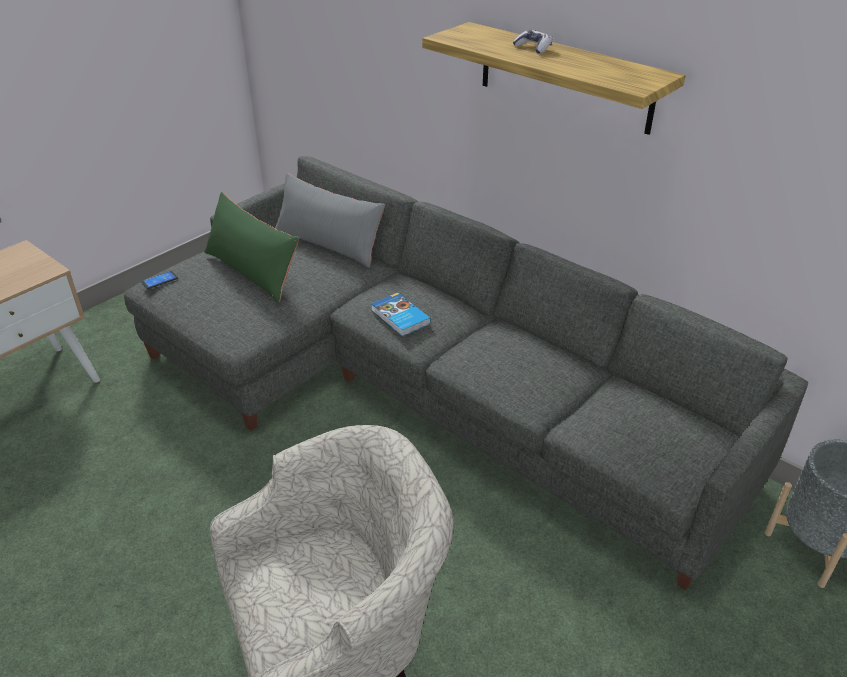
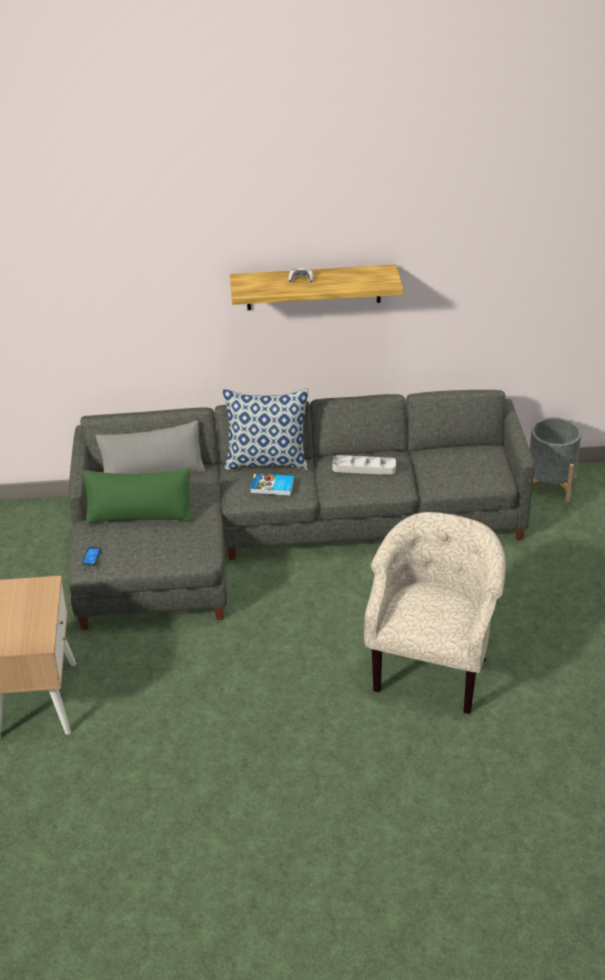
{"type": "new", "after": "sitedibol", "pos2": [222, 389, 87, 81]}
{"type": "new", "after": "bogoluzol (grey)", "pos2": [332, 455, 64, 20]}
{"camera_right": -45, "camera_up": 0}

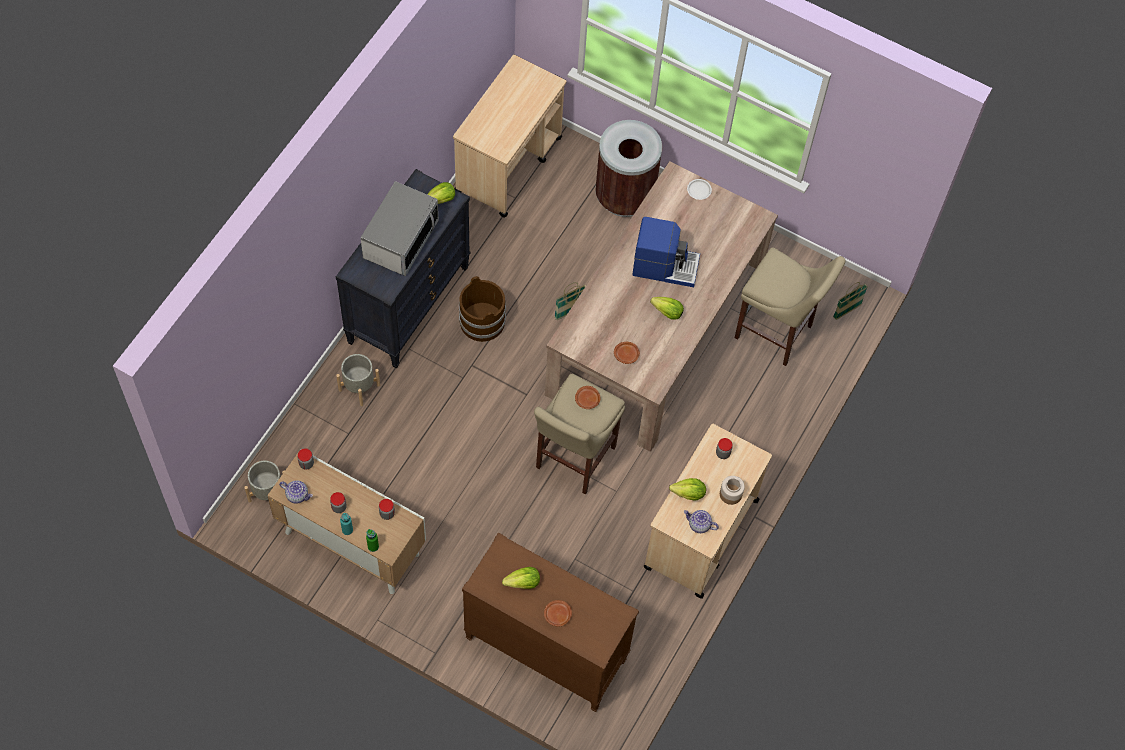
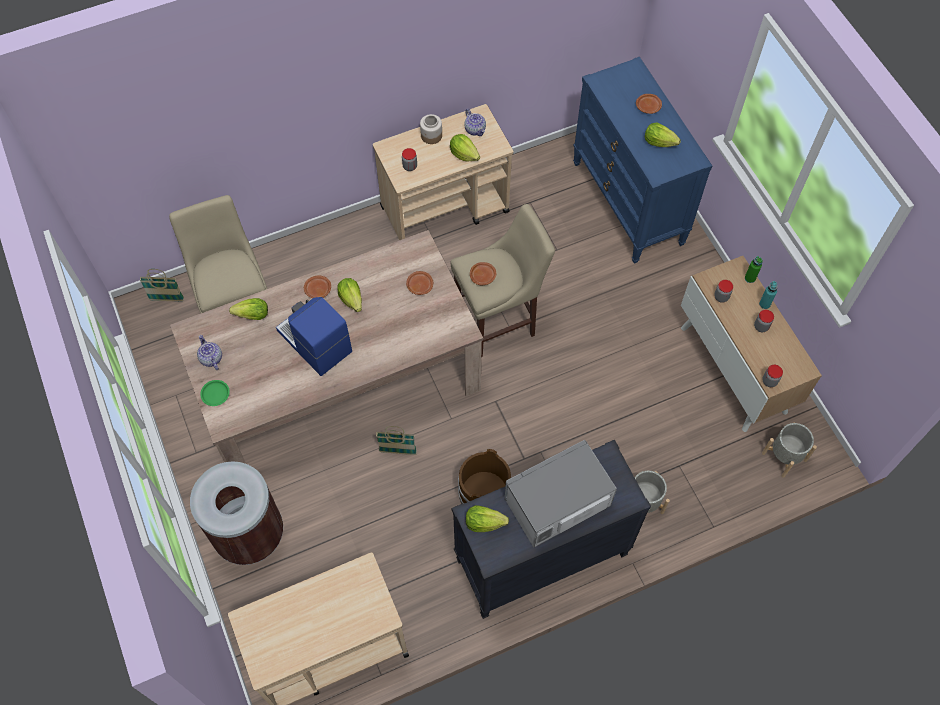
{"type": "shifted", "before": "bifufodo", "pos1": [279, 480, 34, 24], "pos2": [197, 335, 25, 35]}
{"type": "repainted", "before": "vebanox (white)", "after": "vebanox (green)", "pos1": [687, 179, 25, 21], "pos2": [200, 380, 30, 26]}
{"type": "new", "after": "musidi", "pos2": [229, 298, 39, 22]}
{"type": "new", "after": "vebanox (brown)", "pos2": [304, 276, 27, 22]}
{"type": "repainted", "before": "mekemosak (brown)", "after": "mekemosak (blue)", "pos1": [462, 533, 177, 179], "pos2": [573, 57, 139, 207]}
{"camera_right": -140, "camera_up": 0}

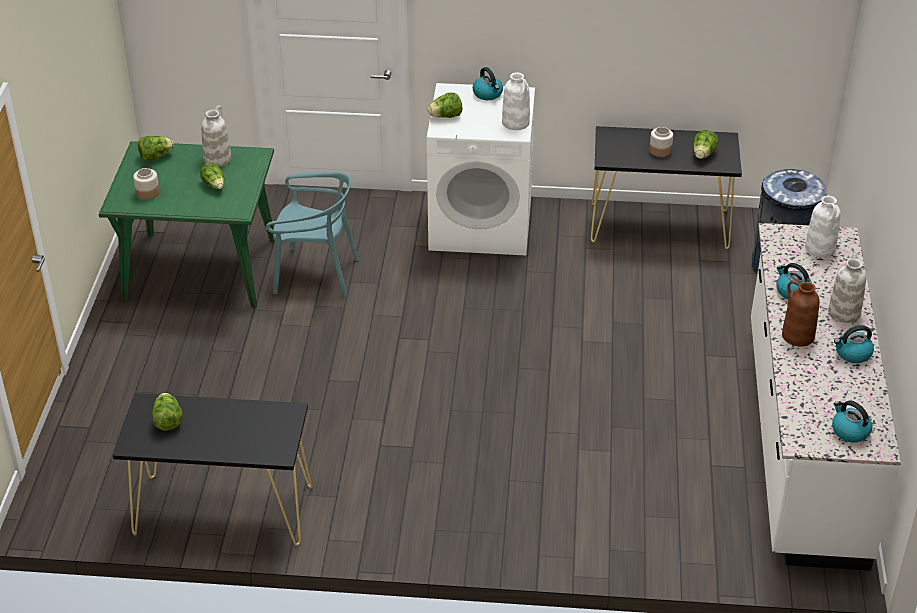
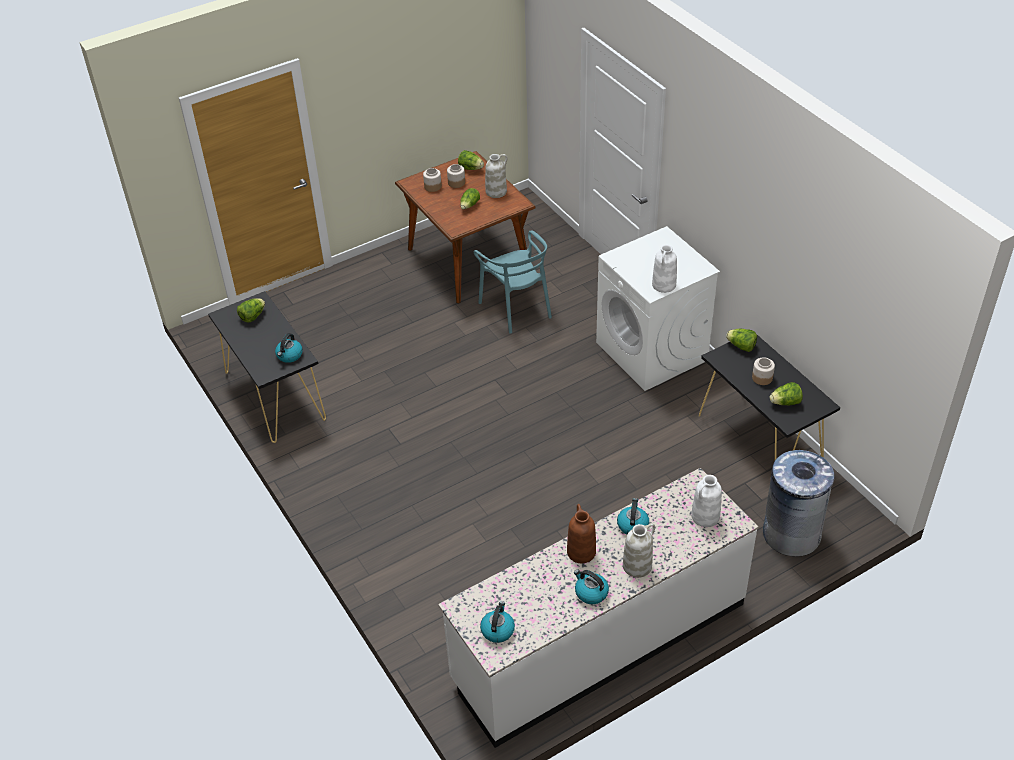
{"type": "shifted", "before": "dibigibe", "pos1": [473, 67, 30, 33], "pos2": [275, 333, 28, 30]}
{"type": "repainted", "before": "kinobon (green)", "after": "kinobon (brown)", "pos1": [99, 141, 176, 167], "pos2": [395, 151, 140, 152]}
{"type": "new", "after": "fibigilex", "pos2": [447, 164, 18, 24]}
{"type": "shifted", "before": "musidi", "pos1": [427, 93, 36, 25], "pos2": [726, 329, 31, 23]}
{"camera_right": 55, "camera_up": 5}

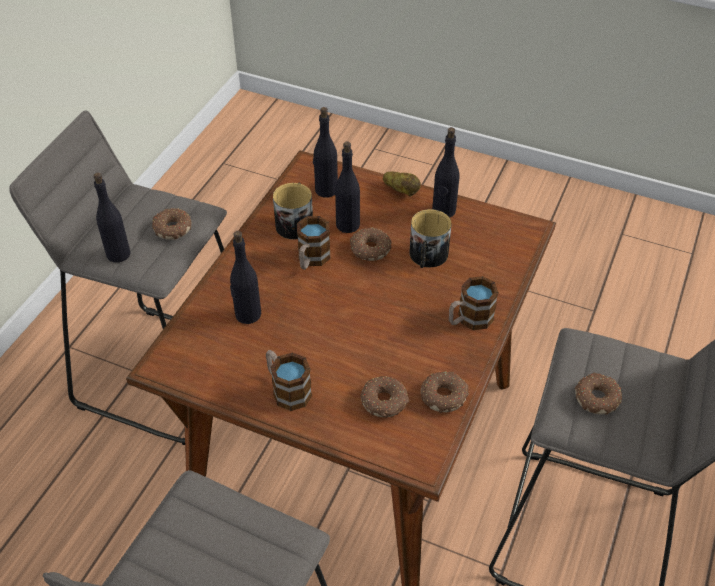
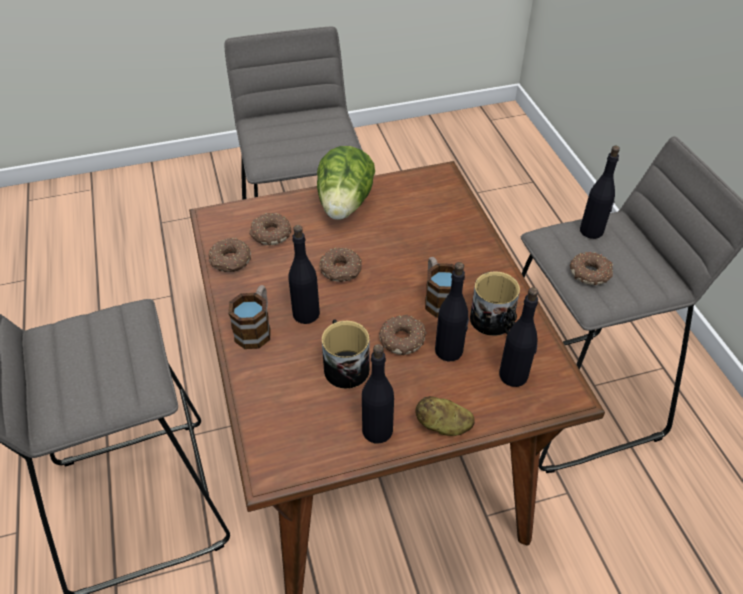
{"type": "shifted", "before": "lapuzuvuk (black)", "pos1": [230, 231, 31, 93], "pos2": [288, 225, 32, 99]}
{"type": "swapped", "before": "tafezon", "after": "musidi", "pos1": [266, 350, 46, 61], "pos2": [317, 146, 58, 74]}
{"type": "shifted", "before": "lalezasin", "pos1": [575, 373, 47, 42], "pos2": [319, 248, 43, 34]}
{"camera_right": 140, "camera_up": 0}

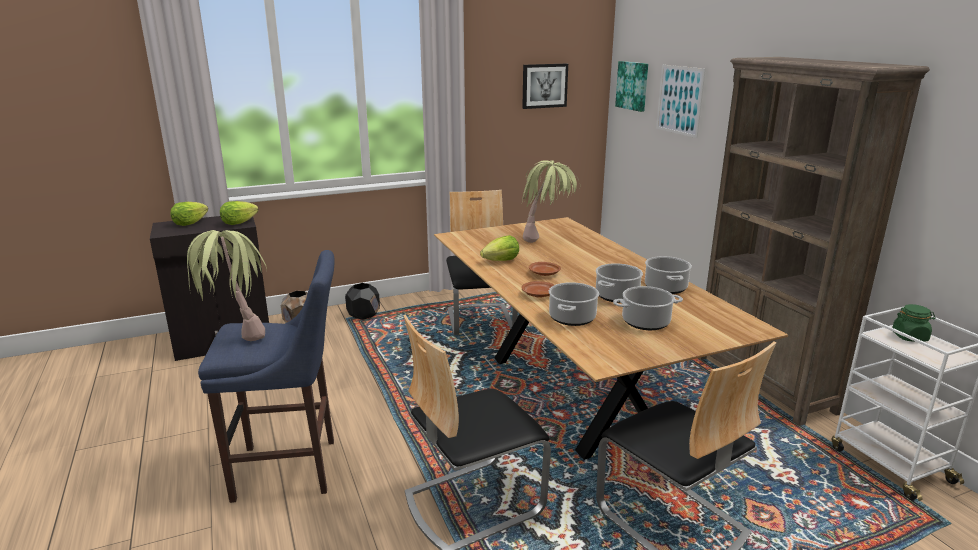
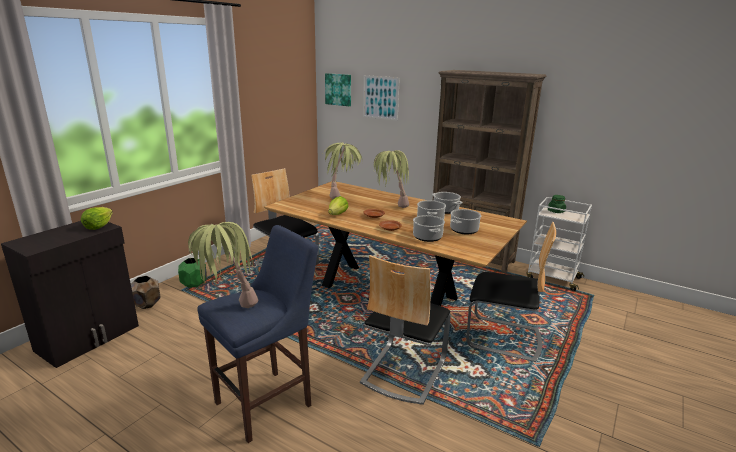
{"type": "repainted", "before": "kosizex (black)", "after": "kosizex (green)", "pos1": [345, 283, 35, 37], "pos2": [178, 258, 29, 30]}
{"type": "new", "after": "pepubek", "pos2": [373, 150, 36, 58]}
{"type": "gone", "before": "musidi", "pos1": [170, 202, 38, 24]}
{"type": "gone", "before": "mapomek", "pos1": [522, 64, 46, 45]}
{"camera_right": -35, "camera_up": 0}

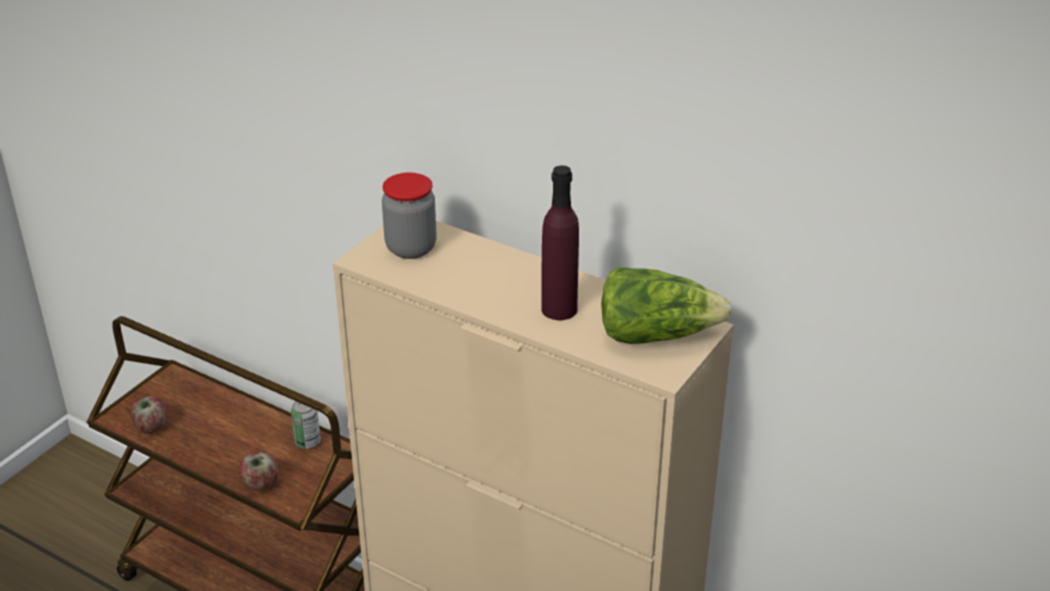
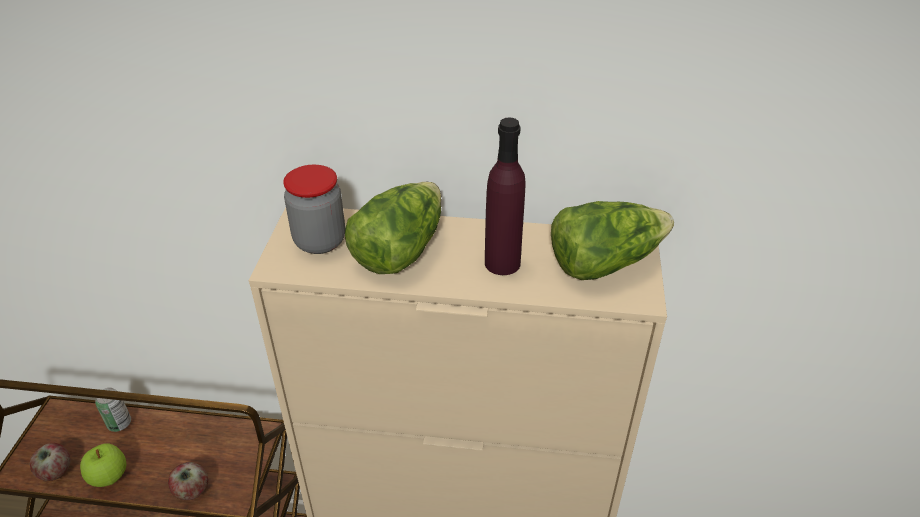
{"type": "new", "after": "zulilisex", "pos2": [80, 443, 47, 44]}
{"type": "shifted", "before": "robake", "pos1": [291, 401, 30, 48], "pos2": [95, 388, 36, 44]}
{"type": "new", "after": "musidi", "pos2": [345, 182, 96, 92]}
{"camera_right": -25, "camera_up": 5}

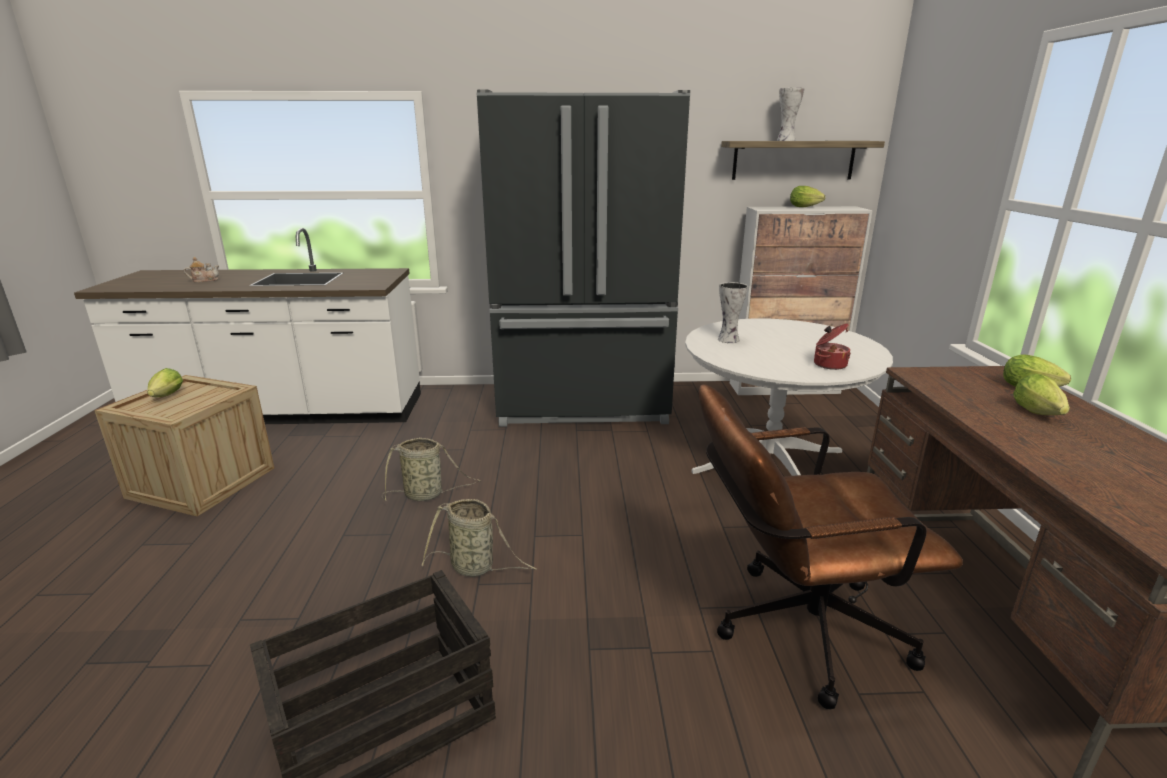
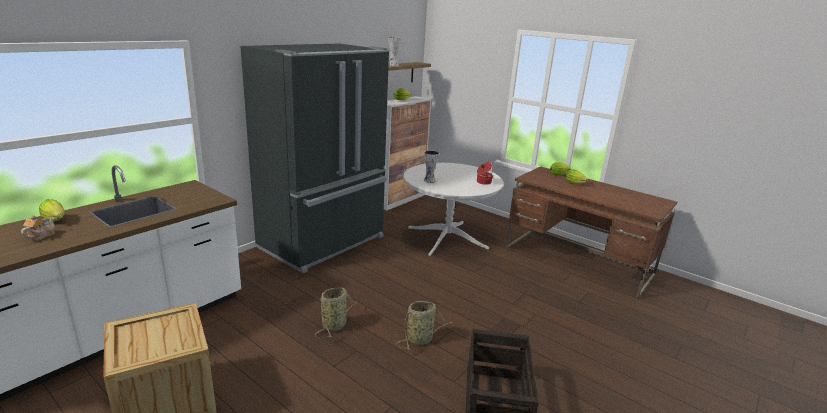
{"type": "shifted", "before": "musidi", "pos1": [147, 368, 36, 29], "pos2": [39, 199, 25, 22]}
{"type": "gone", "before": "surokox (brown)", "pos1": [698, 384, 265, 325]}
{"camera_right": -50, "camera_up": 0}

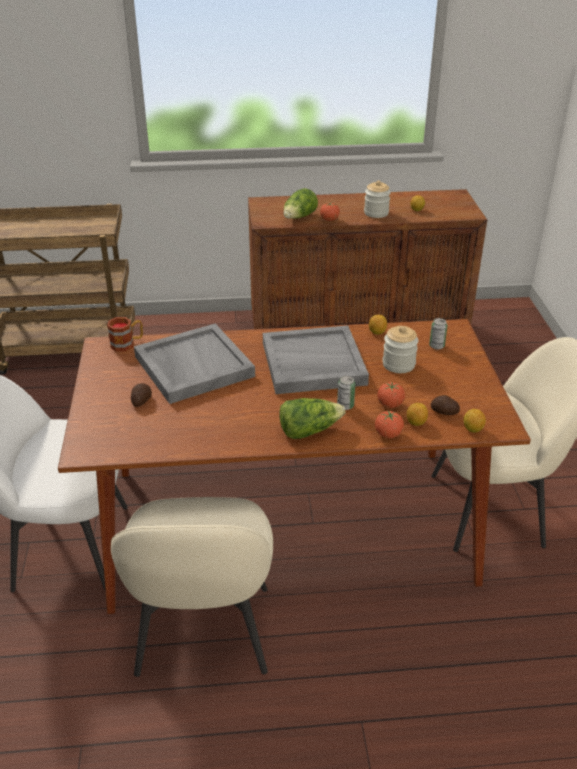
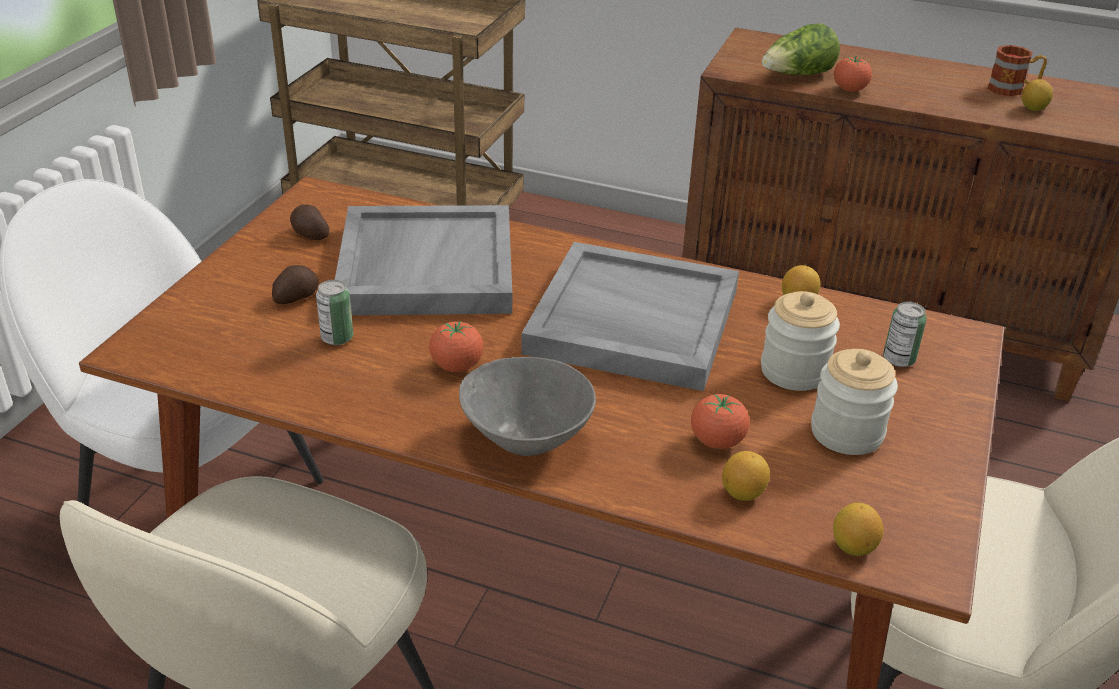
{"type": "shifted", "before": "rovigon", "pos1": [431, 395, 29, 20], "pos2": [290, 204, 39, 36]}
{"type": "shifted", "before": "robake", "pos1": [337, 376, 18, 34], "pos2": [316, 280, 37, 65]}
{"type": "shifted", "before": "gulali", "pos1": [375, 411, 29, 27], "pos2": [429, 321, 54, 51]}
{"type": "swapped", "before": "musidi", "after": "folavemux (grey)", "pos1": [279, 398, 67, 41], "pos2": [459, 357, 137, 99]}
{"type": "shifted", "before": "fibigilex", "pos1": [364, 181, 27, 37], "pos2": [811, 349, 87, 106]}
{"type": "shifted", "before": "tafezon", "pos1": [107, 317, 36, 35], "pos2": [987, 45, 60, 51]}
{"camera_right": 25, "camera_up": 0}

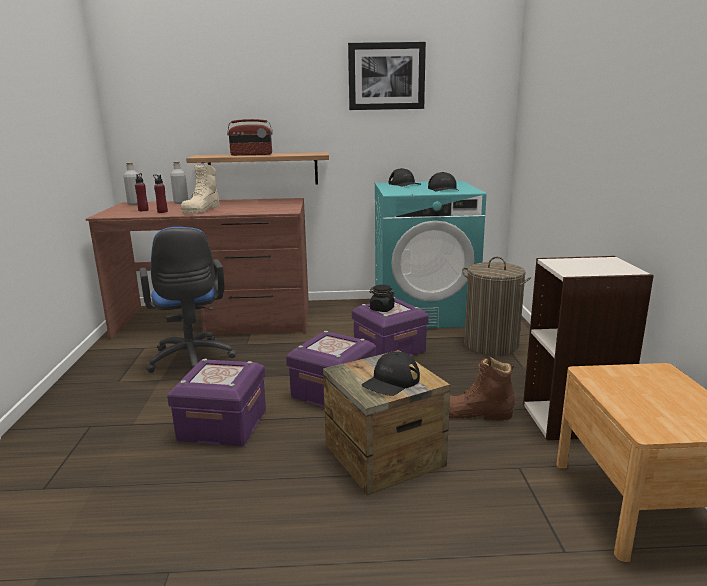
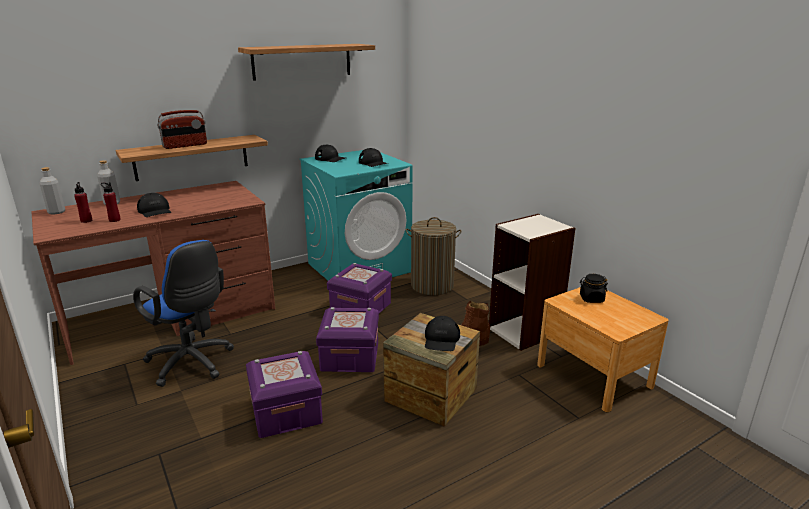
{"type": "swapped", "before": "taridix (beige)", "after": "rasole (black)", "pos1": [181, 165, 38, 49], "pos2": [137, 193, 34, 24]}
{"type": "swapped", "before": "mapomek", "after": "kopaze", "pos1": [348, 42, 78, 68], "pos2": [238, 44, 137, 37]}
{"type": "shifted", "before": "fibigilex (black)", "pos1": [369, 285, 26, 27], "pos2": [580, 274, 28, 29]}
{"camera_right": -30, "camera_up": 5}

